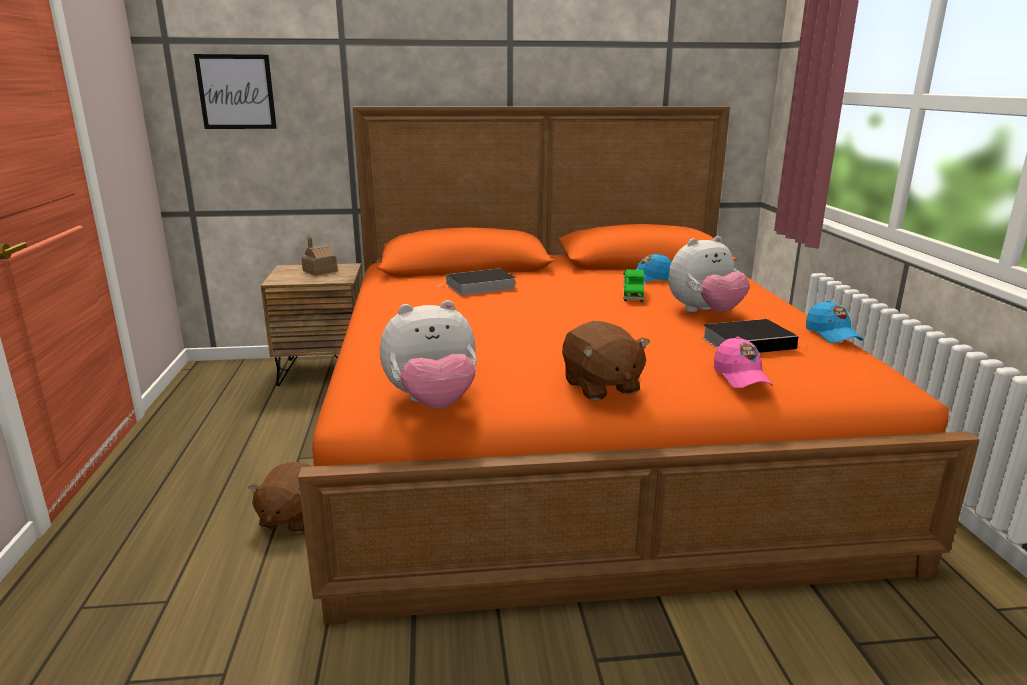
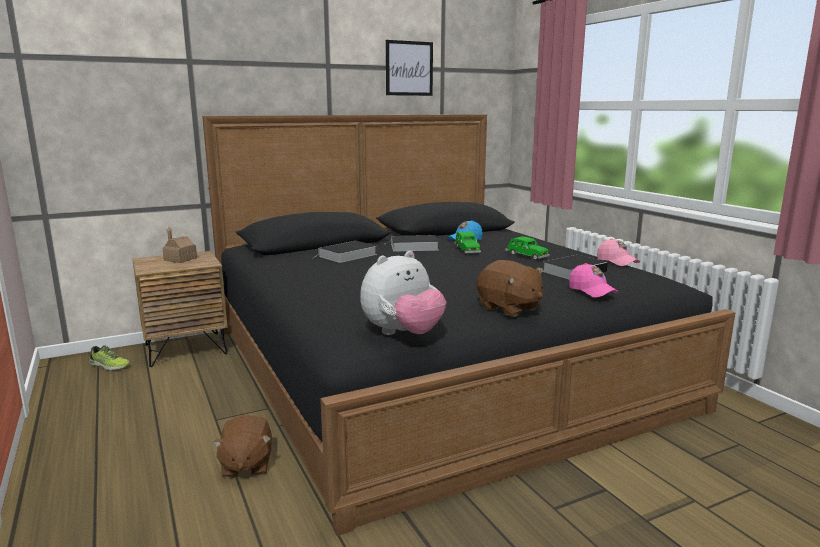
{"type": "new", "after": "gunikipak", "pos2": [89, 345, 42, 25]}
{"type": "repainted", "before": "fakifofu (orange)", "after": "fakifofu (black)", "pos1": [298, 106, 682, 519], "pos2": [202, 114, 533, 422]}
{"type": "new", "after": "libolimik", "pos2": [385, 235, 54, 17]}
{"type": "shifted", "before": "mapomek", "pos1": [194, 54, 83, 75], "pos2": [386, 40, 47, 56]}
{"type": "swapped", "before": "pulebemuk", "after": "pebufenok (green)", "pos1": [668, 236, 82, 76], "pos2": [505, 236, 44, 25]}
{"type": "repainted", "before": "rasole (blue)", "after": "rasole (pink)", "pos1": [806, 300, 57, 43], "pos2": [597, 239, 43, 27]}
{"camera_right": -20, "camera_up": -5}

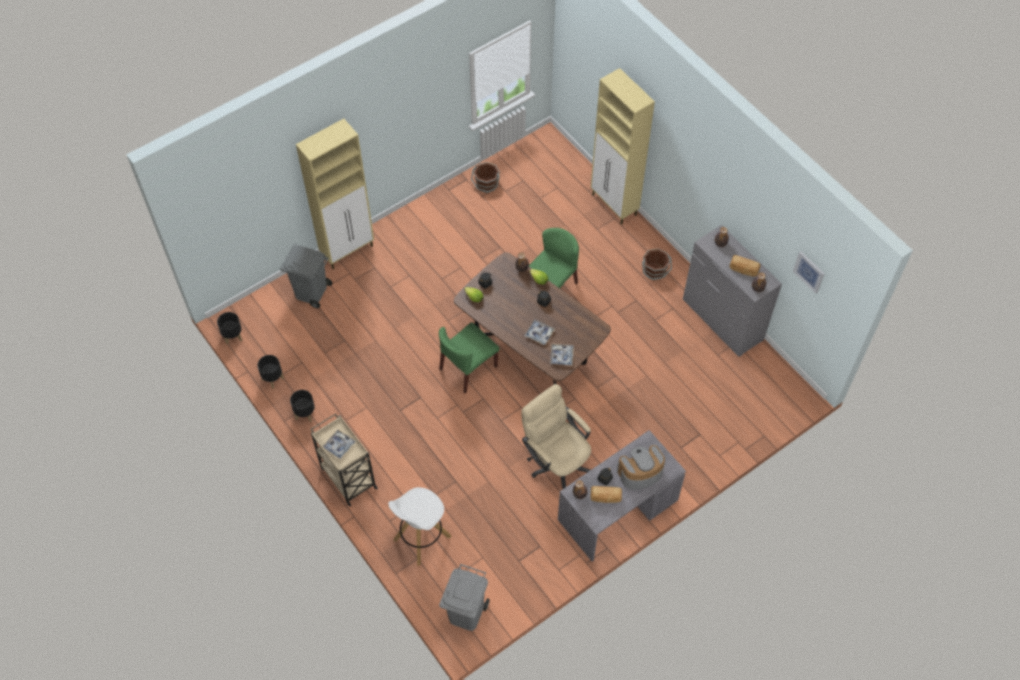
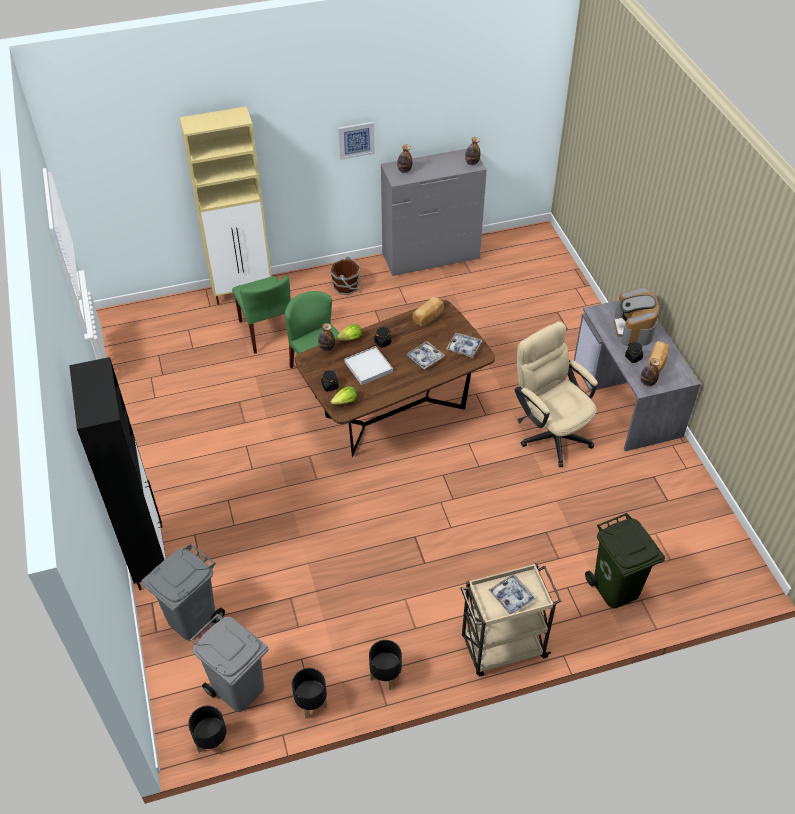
{"type": "repainted", "before": "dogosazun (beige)", "after": "dogosazun (black)", "pos1": [296, 119, 78, 150], "pos2": [69, 357, 97, 233]}
{"type": "shifted", "before": "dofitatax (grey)", "pos1": [439, 564, 51, 67], "pos2": [190, 614, 78, 98]}
{"type": "shifted", "before": "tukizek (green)", "pos1": [439, 322, 60, 71], "pos2": [232, 275, 58, 79]}
{"type": "shifted", "before": "mapomek", "pos1": [793, 251, 32, 43], "pos2": [338, 122, 37, 38]}
{"type": "new", "after": "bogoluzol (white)", "pos2": [344, 346, 49, 39]}
{"type": "shifted", "before": "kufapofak", "pos1": [730, 255, 31, 22], "pos2": [412, 297, 32, 30]}
{"type": "rotated", "before": "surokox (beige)", "pos1": [521, 384, 70, 105], "pos2": [515, 321, 83, 146], "turn": 75}
{"type": "swapped", "before": "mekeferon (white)", "after": "dofitatax (green)", "pos1": [388, 487, 63, 78], "pos2": [585, 513, 80, 95]}
{"type": "gone", "before": "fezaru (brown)", "pos1": [471, 162, 29, 31]}
{"camera_right": -70, "camera_up": -10}

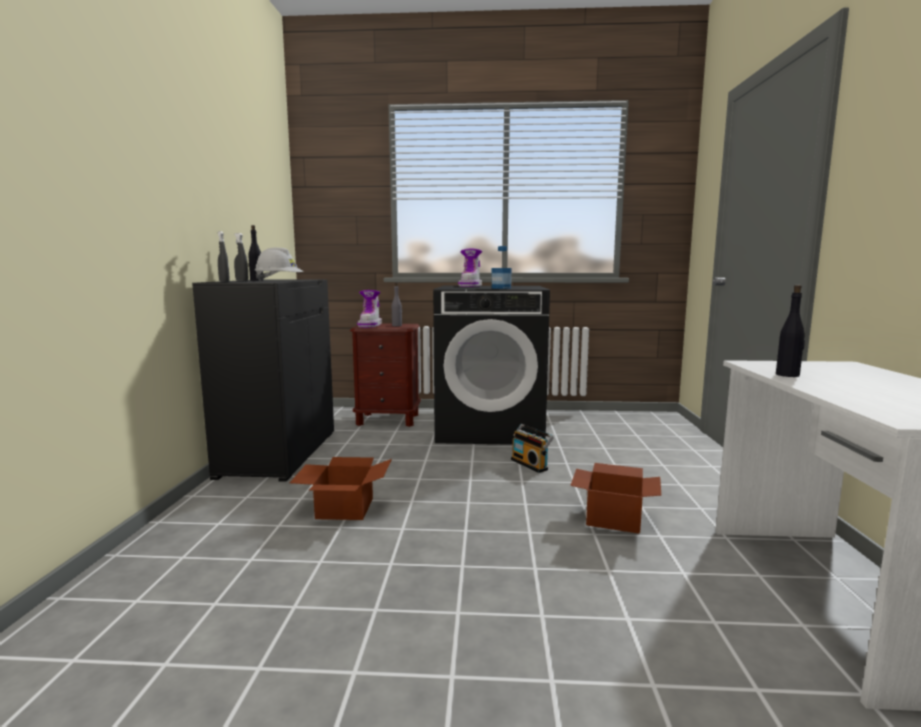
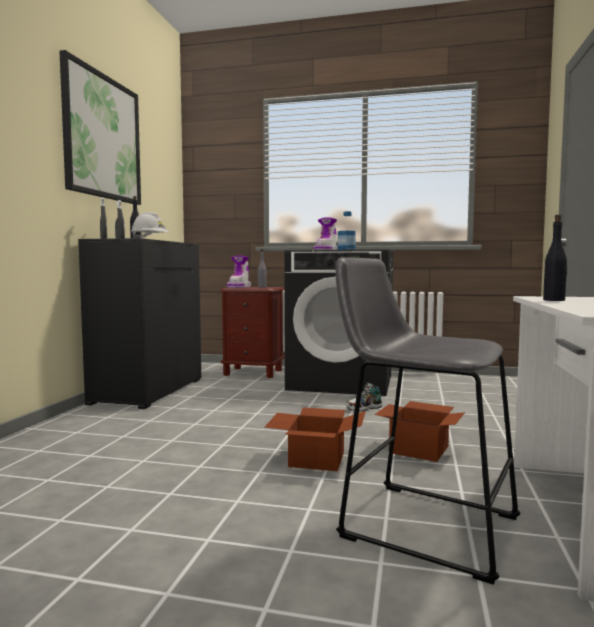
{"type": "new", "after": "mapomek", "pos2": [59, 50, 82, 155]}
{"type": "shifted", "before": "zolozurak", "pos1": [290, 457, 102, 63], "pos2": [265, 407, 101, 64]}
{"type": "new", "after": "mekeferon (grey)", "pos2": [335, 257, 185, 328]}
{"type": "swapped", "before": "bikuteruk", "after": "gunikipak", "pos1": [511, 424, 43, 49], "pos2": [346, 382, 36, 30]}
{"camera_right": 10, "camera_up": -5}

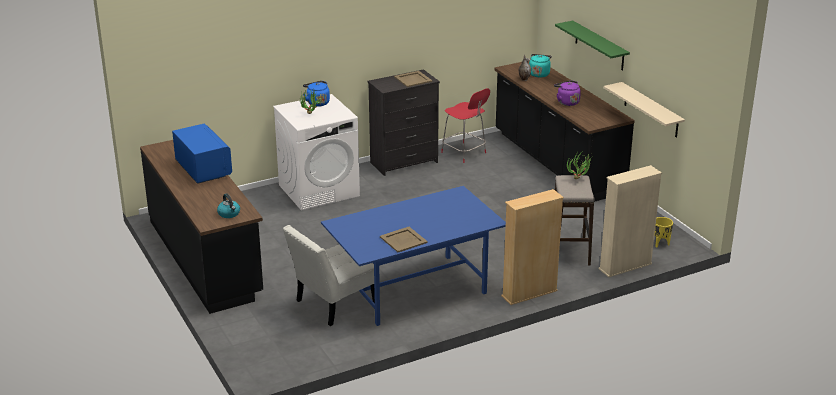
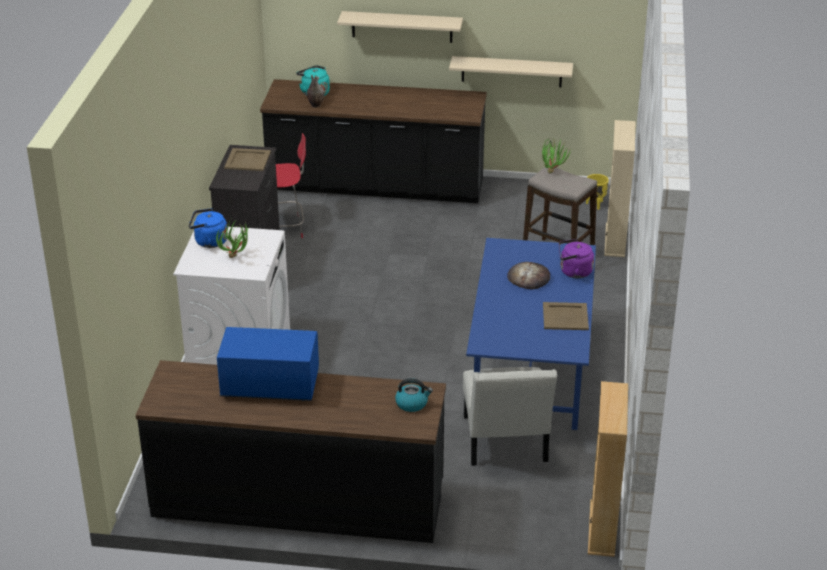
{"type": "repainted", "before": "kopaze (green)", "after": "kopaze (beige)", "pos1": [555, 21, 75, 50], "pos2": [337, 11, 126, 32]}
{"type": "new", "after": "kufapofak", "pos2": [507, 262, 43, 27]}
{"type": "shifted", "before": "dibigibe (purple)", "pos1": [554, 80, 27, 26], "pos2": [559, 239, 35, 39]}
{"type": "shifted", "before": "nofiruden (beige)", "pos1": [501, 189, 63, 116], "pos2": [588, 381, 40, 176]}
{"camera_right": -55, "camera_up": 5}

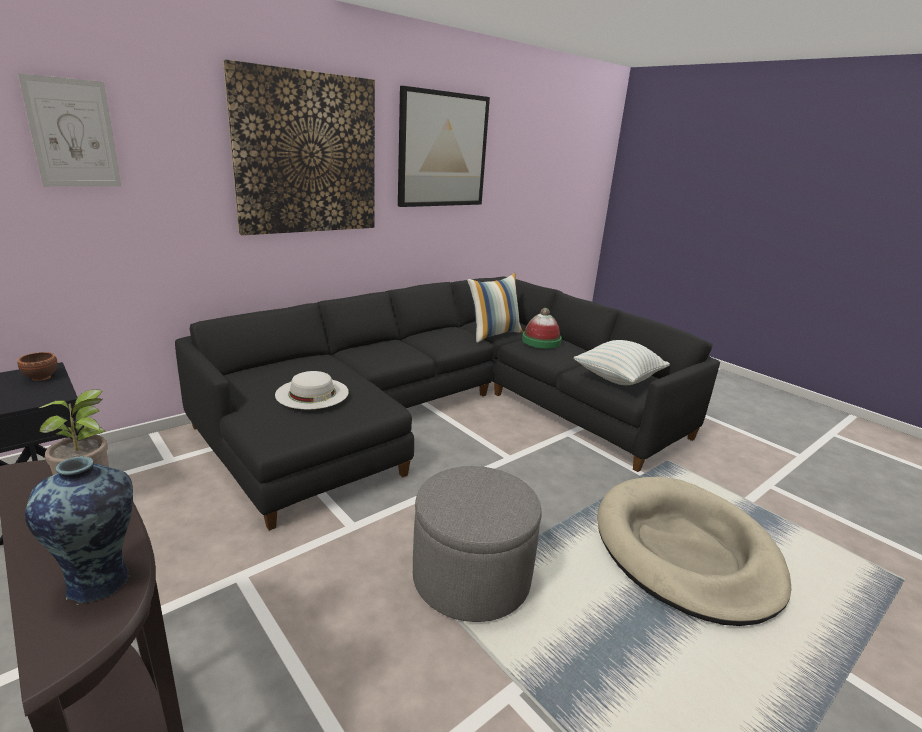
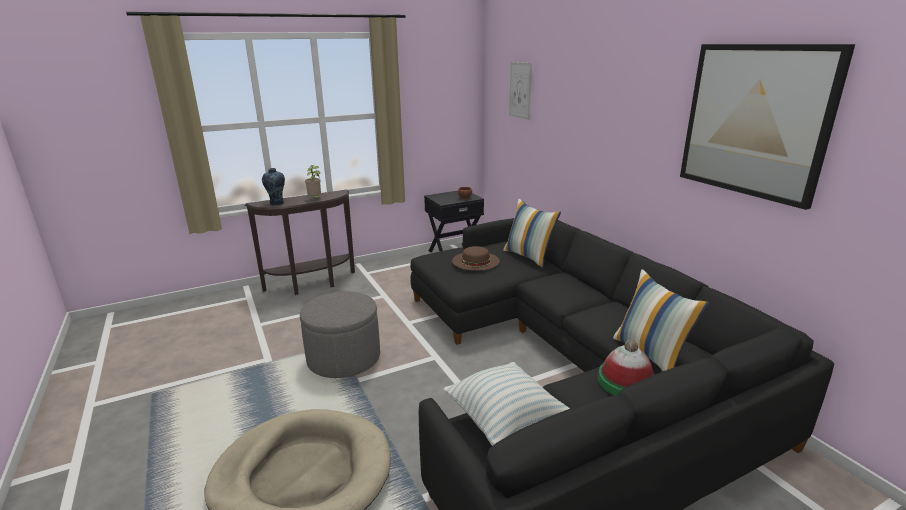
{"type": "repainted", "before": "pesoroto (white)", "after": "pesoroto (brown)", "pos1": [275, 371, 74, 38], "pos2": [452, 246, 48, 25]}
{"type": "new", "after": "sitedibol", "pos2": [503, 199, 58, 69]}
{"type": "gone", "before": "mapomek", "pos1": [223, 59, 152, 176]}
{"camera_right": 105, "camera_up": 0}

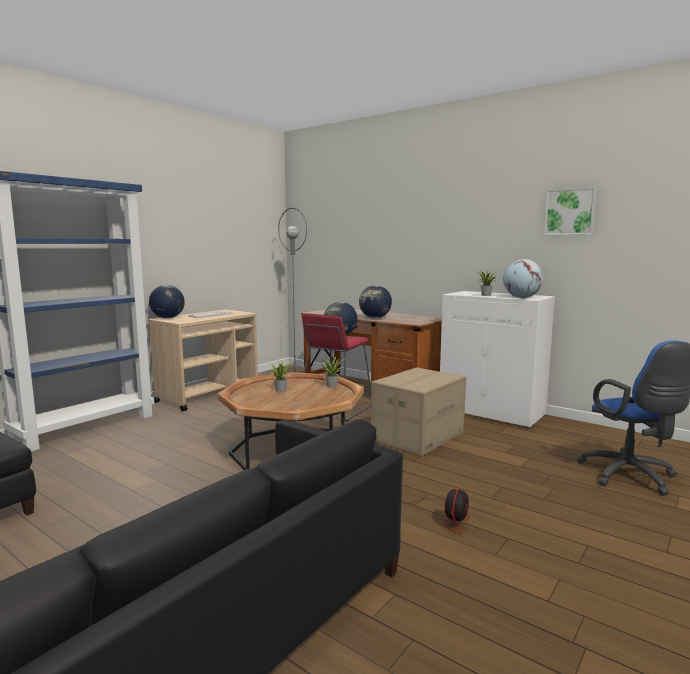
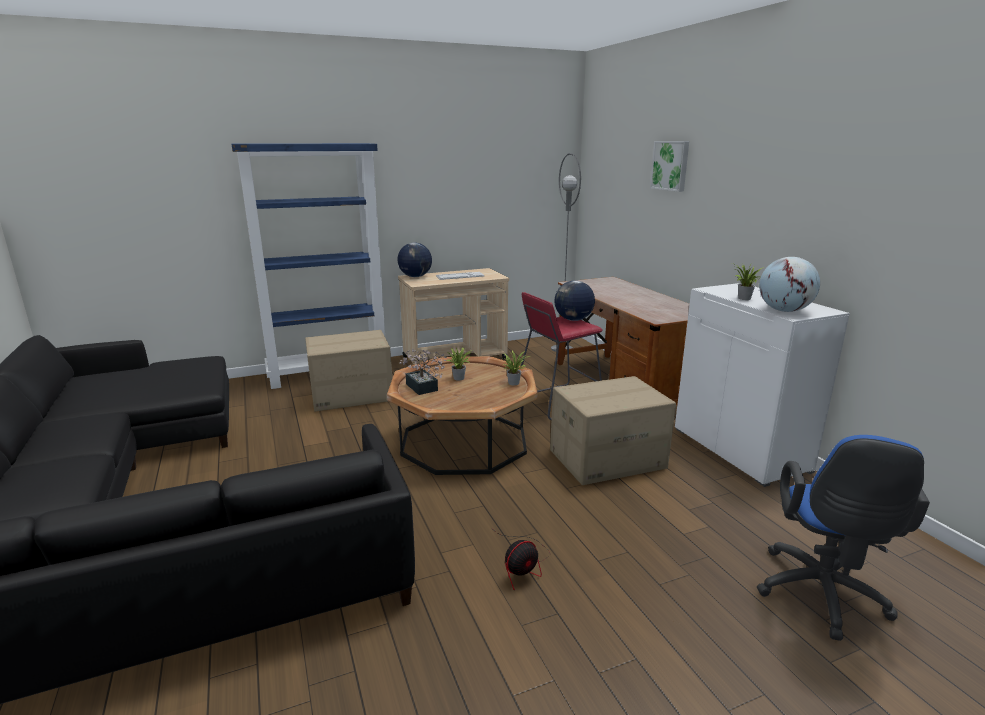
{"type": "new", "after": "zolozurak", "pos2": [305, 330, 87, 82]}
{"type": "new", "after": "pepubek", "pos2": [399, 349, 48, 46]}
{"type": "shifted", "before": "mapomek", "pos1": [544, 187, 53, 48], "pos2": [650, 141, 39, 51]}
{"type": "gone", "before": "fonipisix", "pos1": [359, 285, 33, 33]}
{"camera_right": 30, "camera_up": 10}

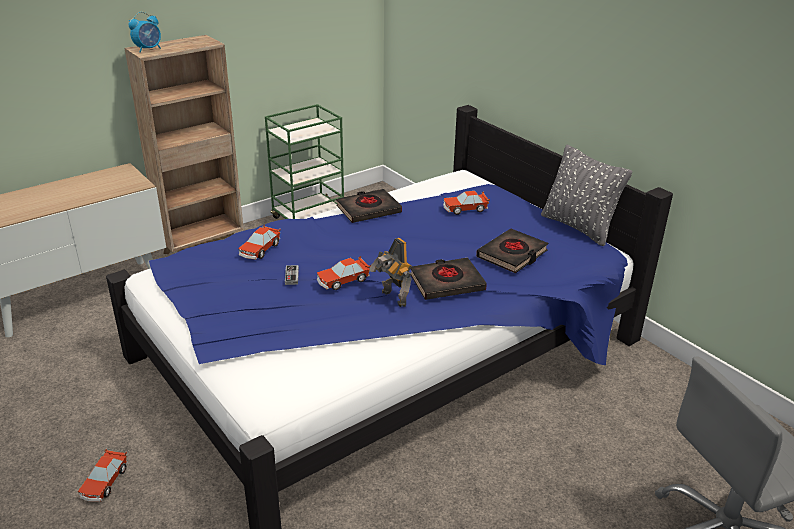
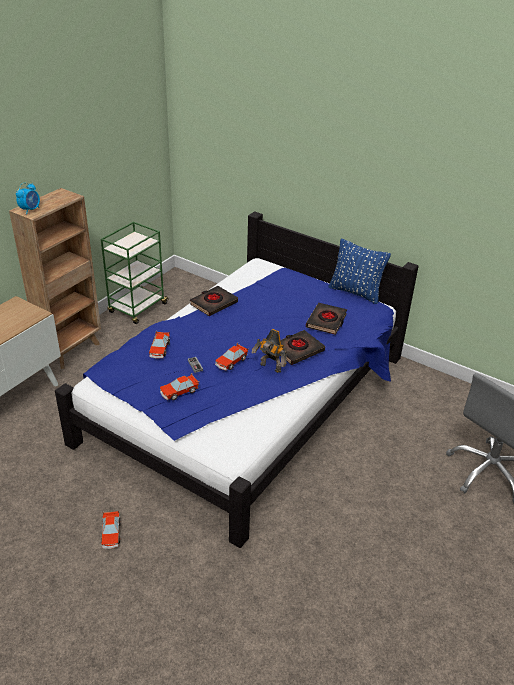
{"type": "shifted", "before": "pebufenok", "pos1": [443, 191, 47, 24], "pos2": [160, 373, 39, 27]}
{"type": "repainted", "before": "sitedibol (grey)", "after": "sitedibol (blue)", "pos1": [541, 144, 91, 102], "pos2": [328, 239, 63, 65]}
{"camera_right": -20, "camera_up": 5}

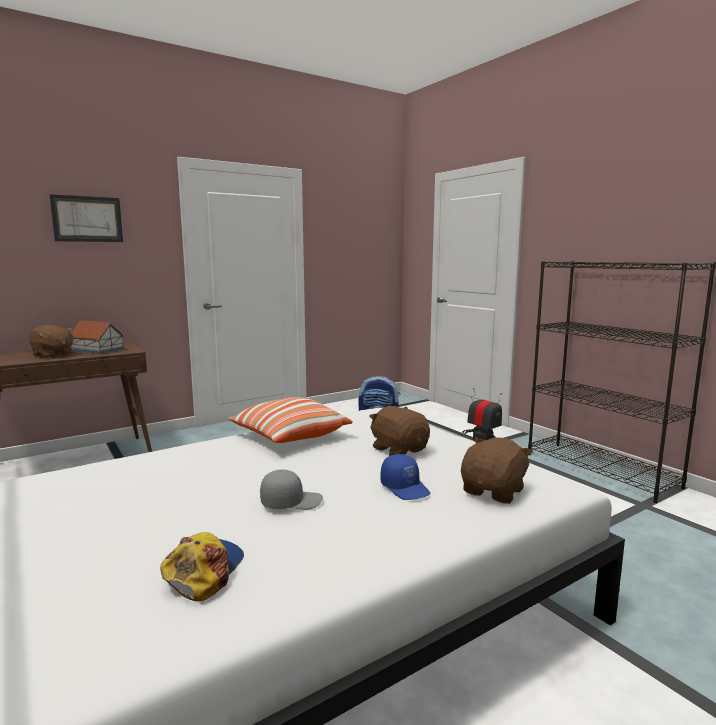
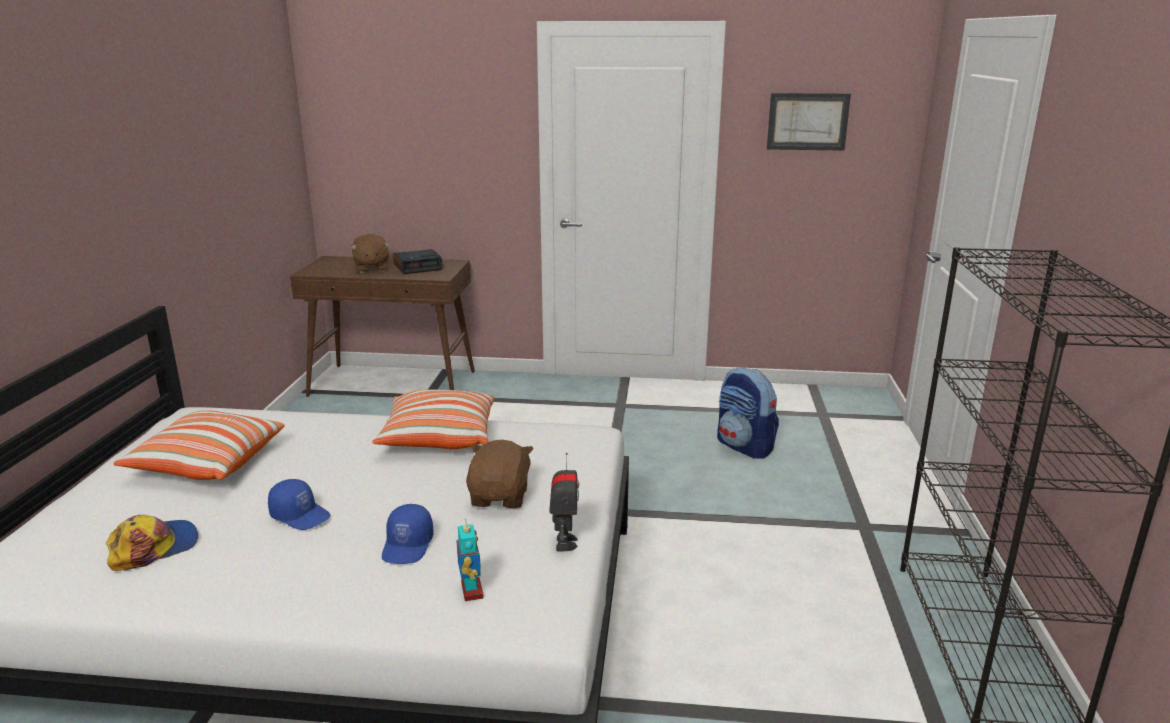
{"type": "new", "after": "sitedibol", "pos2": [113, 410, 171, 70]}
{"type": "repainted", "before": "rasole (grey)", "after": "rasole (blue)", "pos1": [260, 469, 63, 41], "pos2": [268, 479, 62, 51]}
{"type": "swapped", "before": "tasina", "after": "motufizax", "pos1": [71, 320, 53, 34], "pos2": [393, 249, 49, 25]}
{"type": "swapped", "before": "pulebemuk (brown)", "after": "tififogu", "pos1": [461, 437, 72, 67], "pos2": [457, 520, 27, 81]}
{"type": "shifted", "before": "mapomek", "pos1": [49, 194, 74, 48], "pos2": [767, 93, 84, 58]}
{"camera_right": 40, "camera_up": 10}

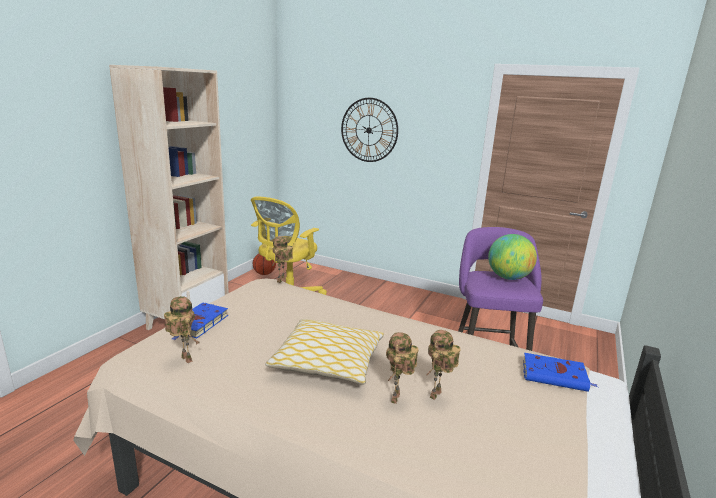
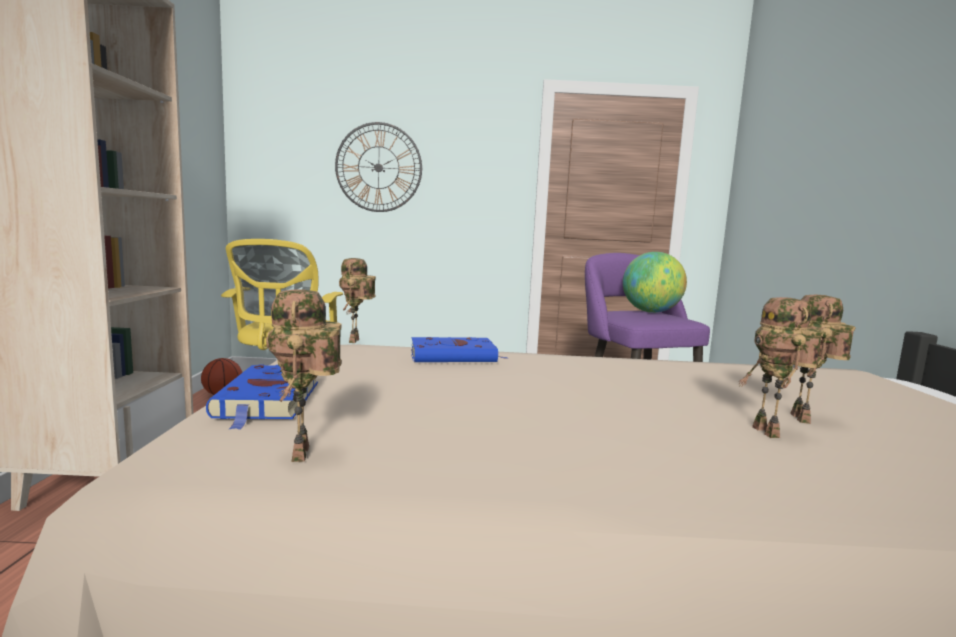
{"type": "rotated", "before": "tififogu", "pos1": [164, 296, 36, 67], "pos2": [266, 289, 76, 173], "turn": -120}
{"type": "shifted", "before": "libolimik (blue)", "pos1": [523, 353, 75, 39], "pos2": [411, 337, 98, 25]}
{"type": "gone", "before": "sitedibol", "pos1": [266, 319, 118, 66]}
{"camera_right": -25, "camera_up": -10}

